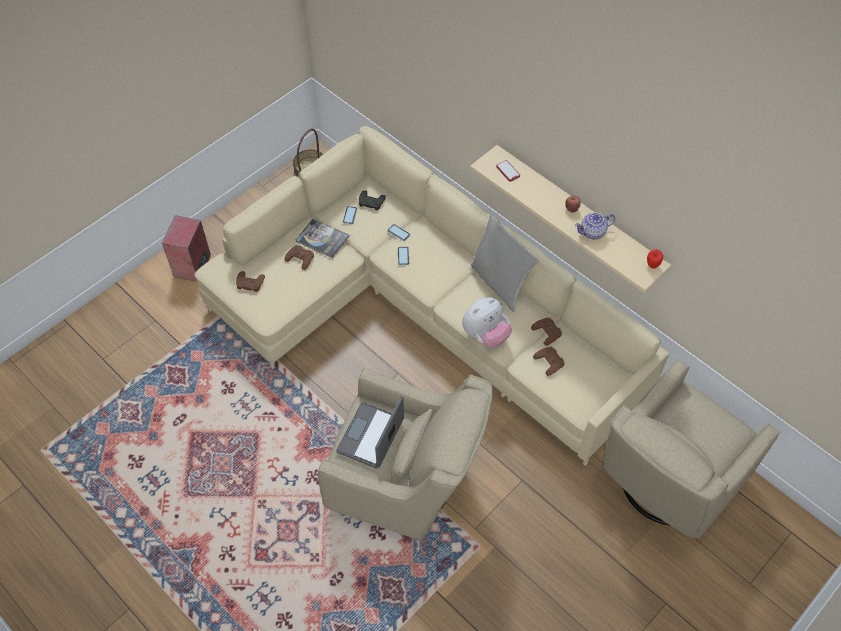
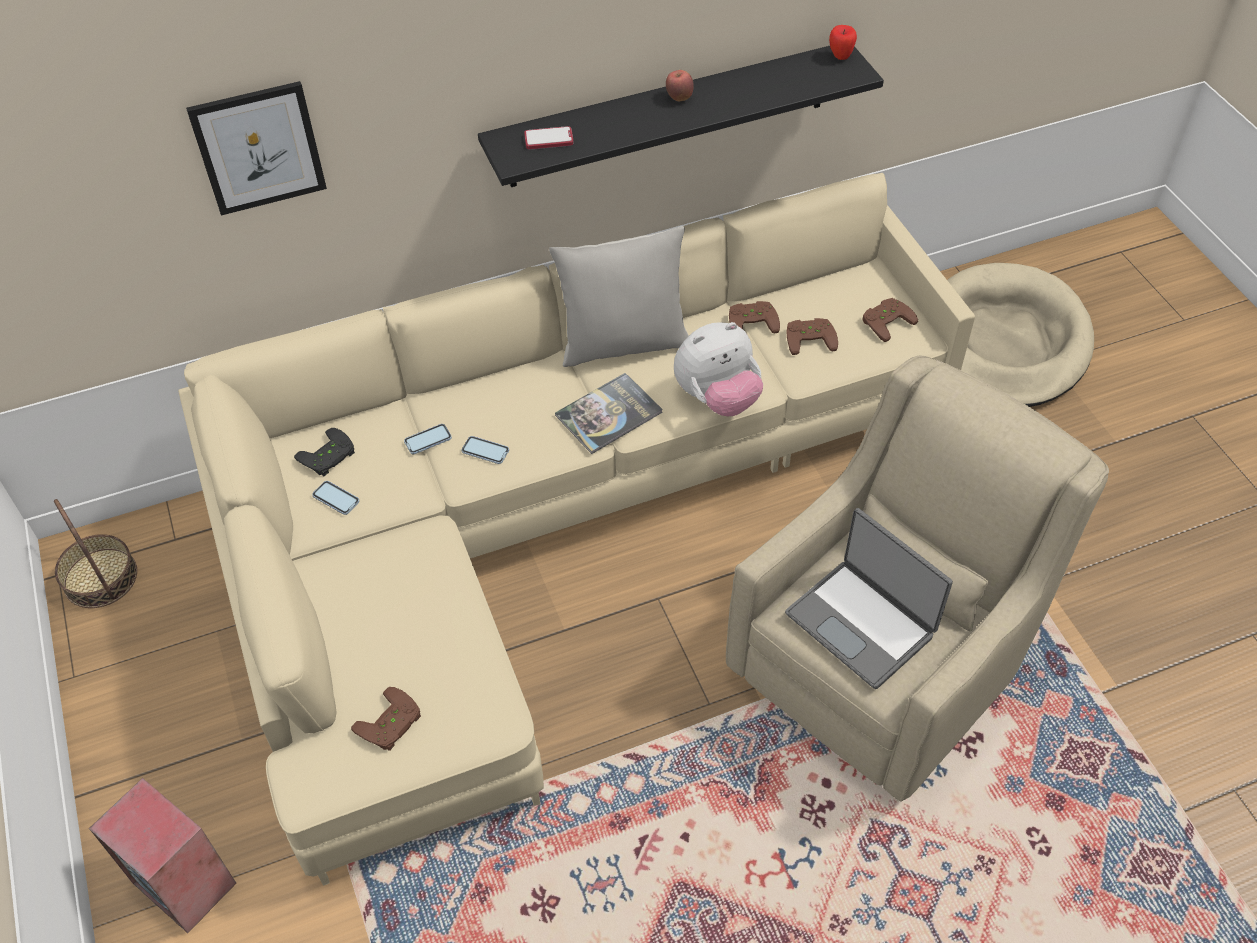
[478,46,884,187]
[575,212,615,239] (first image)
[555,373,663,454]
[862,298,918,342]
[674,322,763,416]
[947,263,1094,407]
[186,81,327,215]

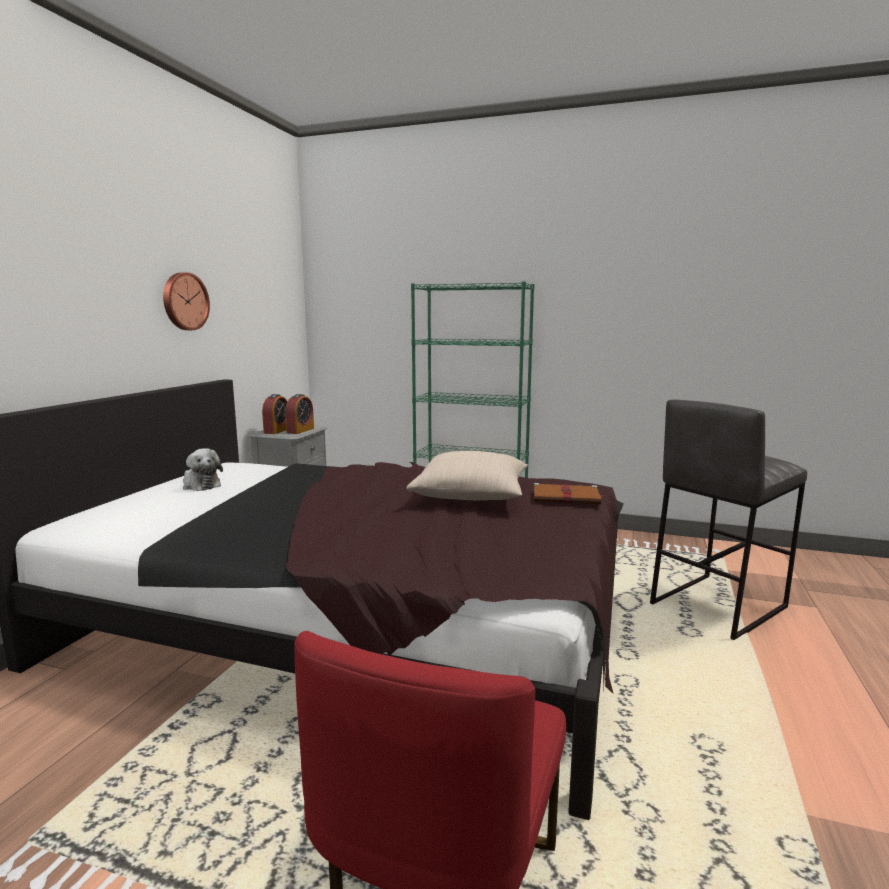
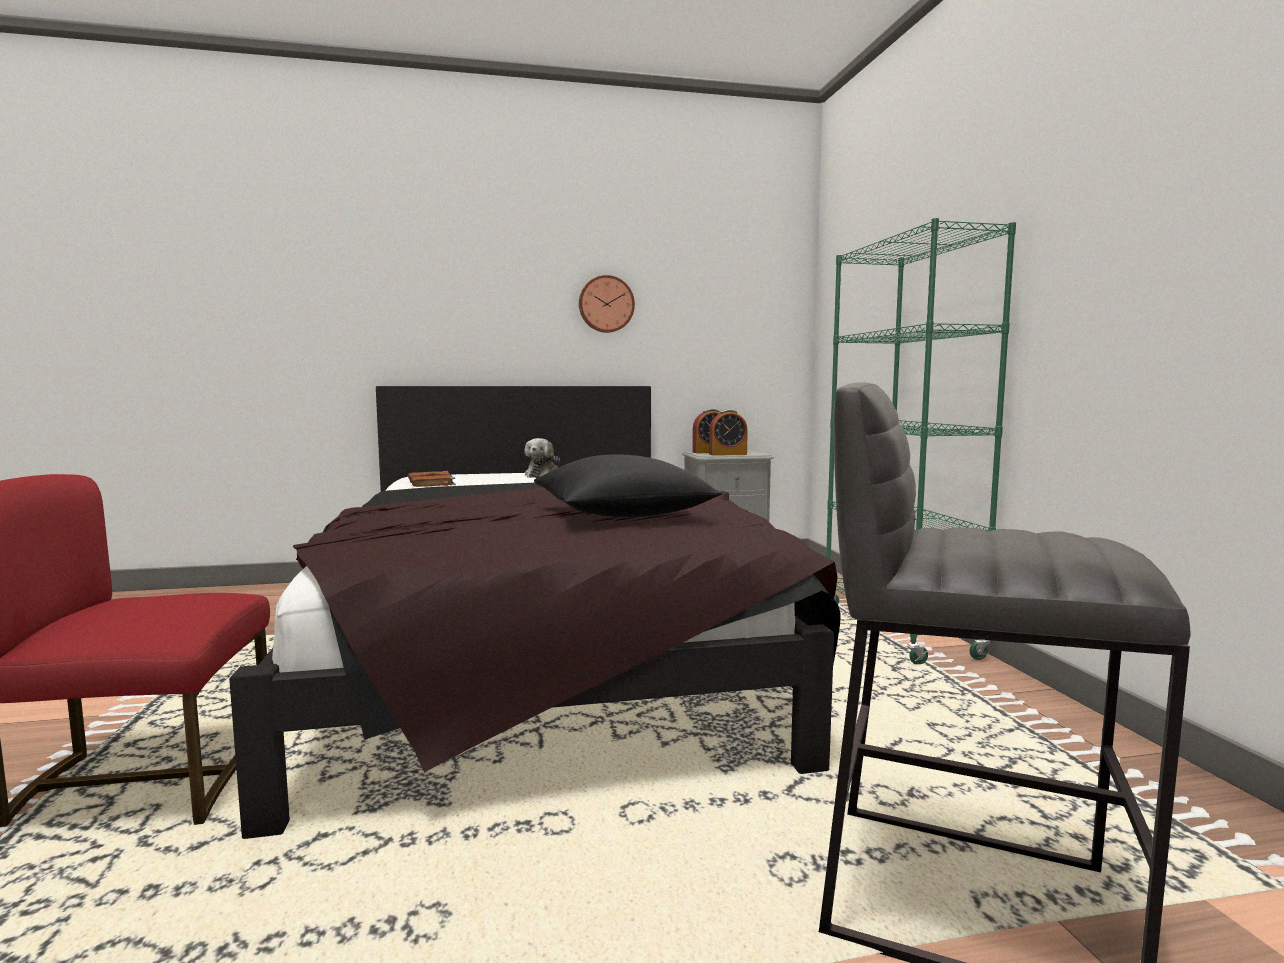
[534,454,722,517]
[408,471,456,487]

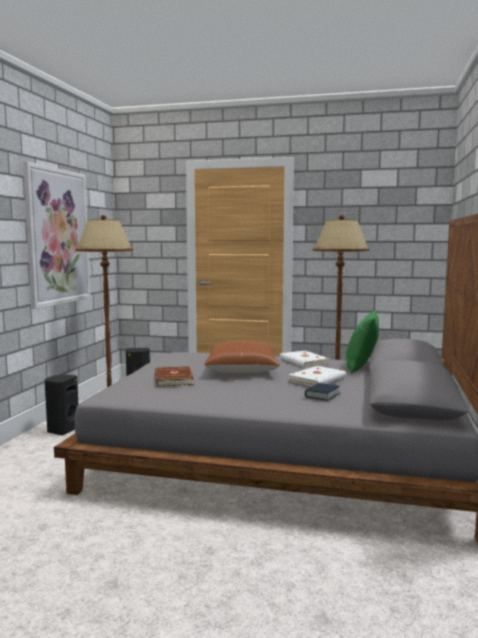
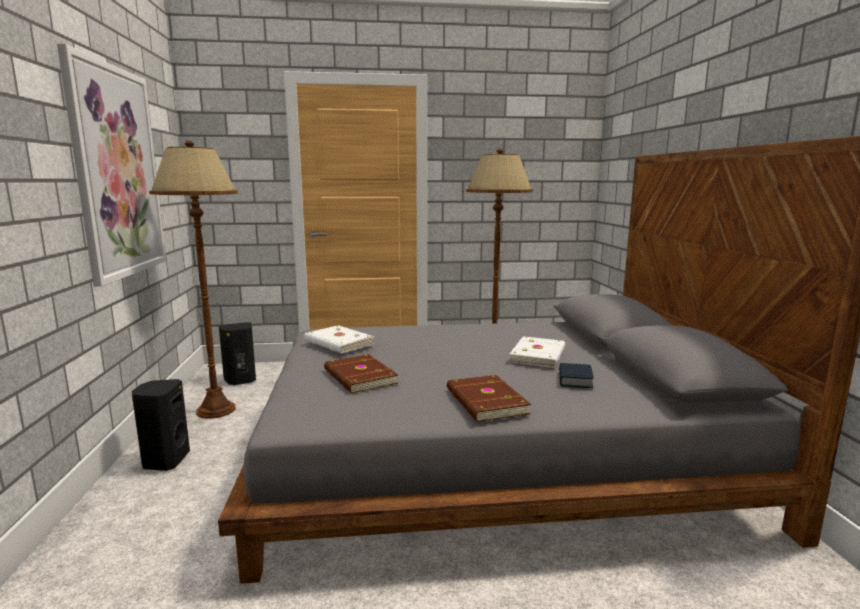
[346,310,379,373] (first image)
[204,340,280,373] (first image)
[304,325,374,353]
[447,375,531,422]

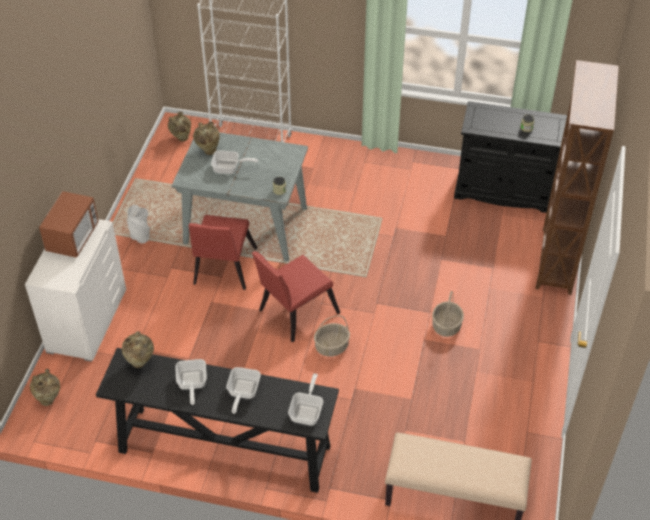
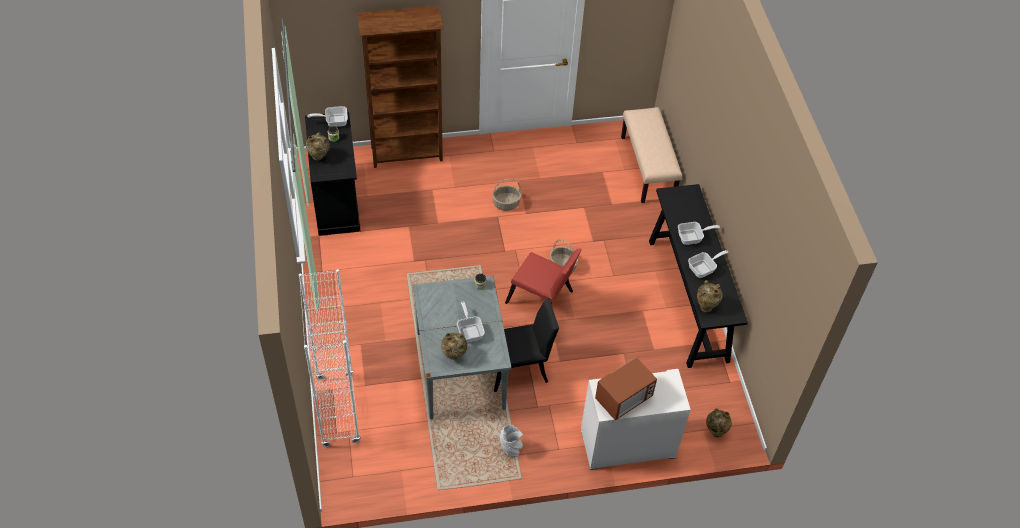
[306,133,330,161]
[595,357,657,420]
[494,298,559,392]
[308,106,348,127]

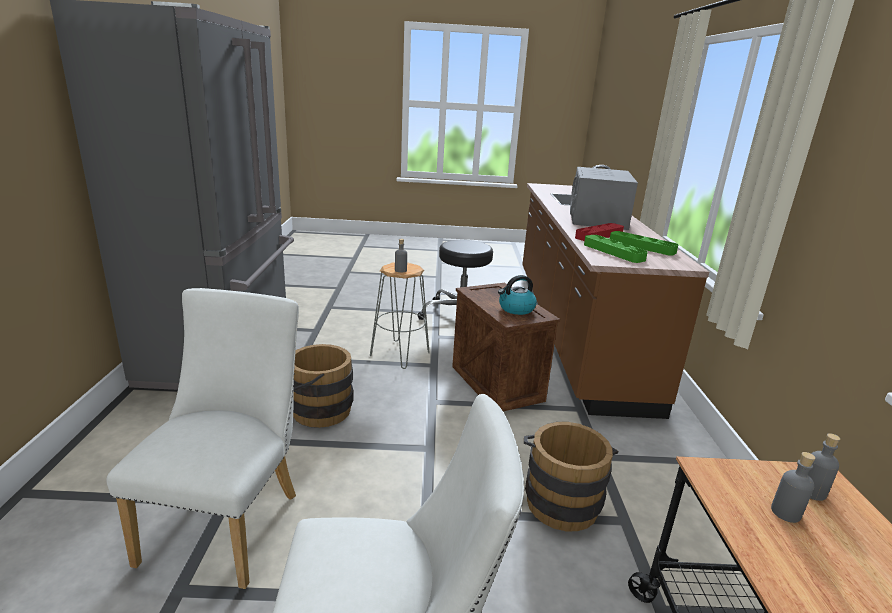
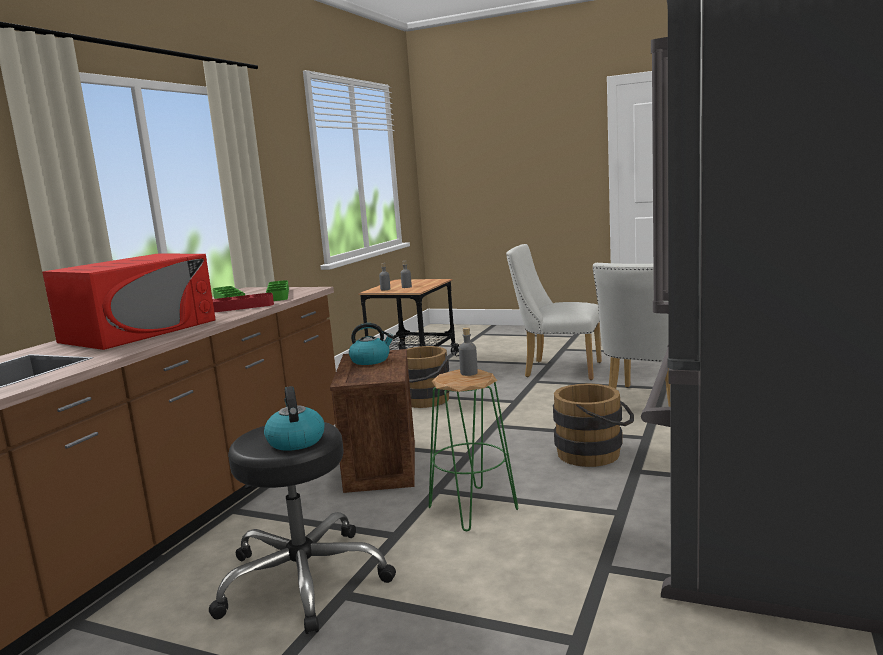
[42,254,216,350]
[429,369,518,531]
[264,386,324,451]

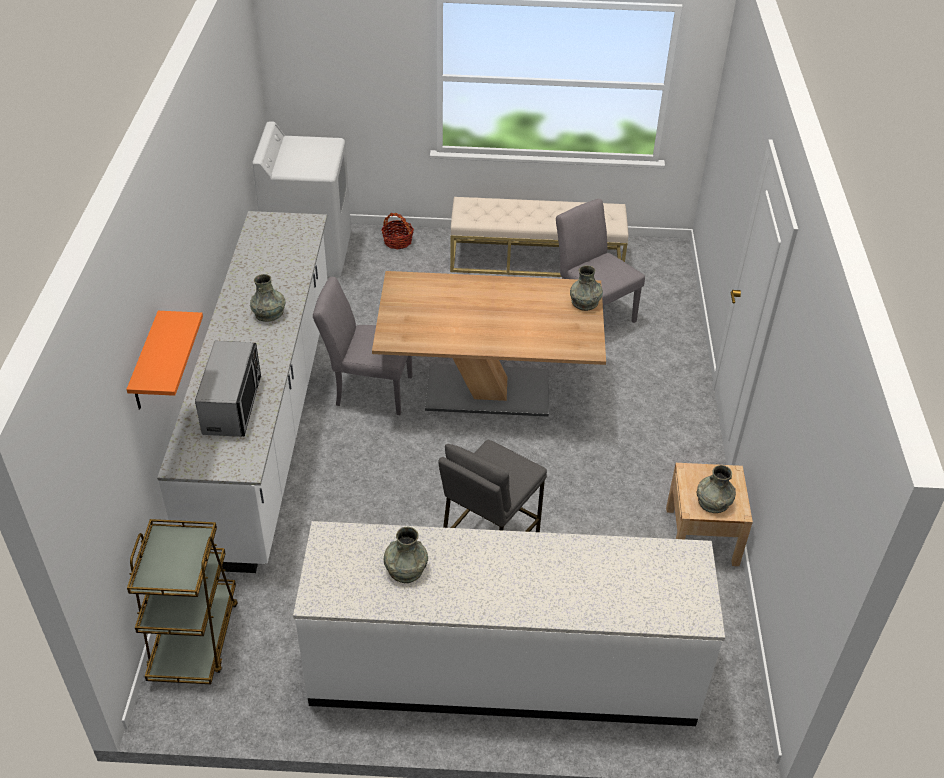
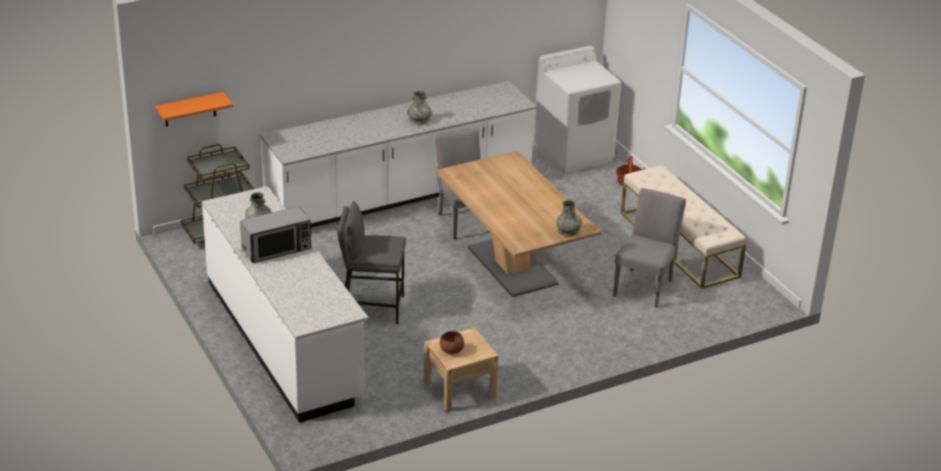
[155,92,233,127]
[240,206,311,263]
[440,331,464,354]

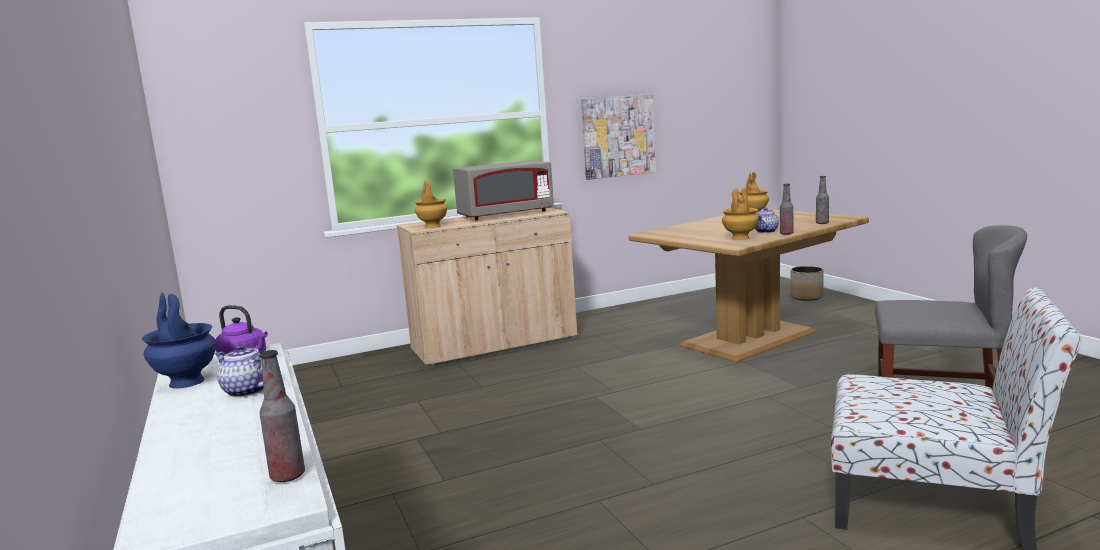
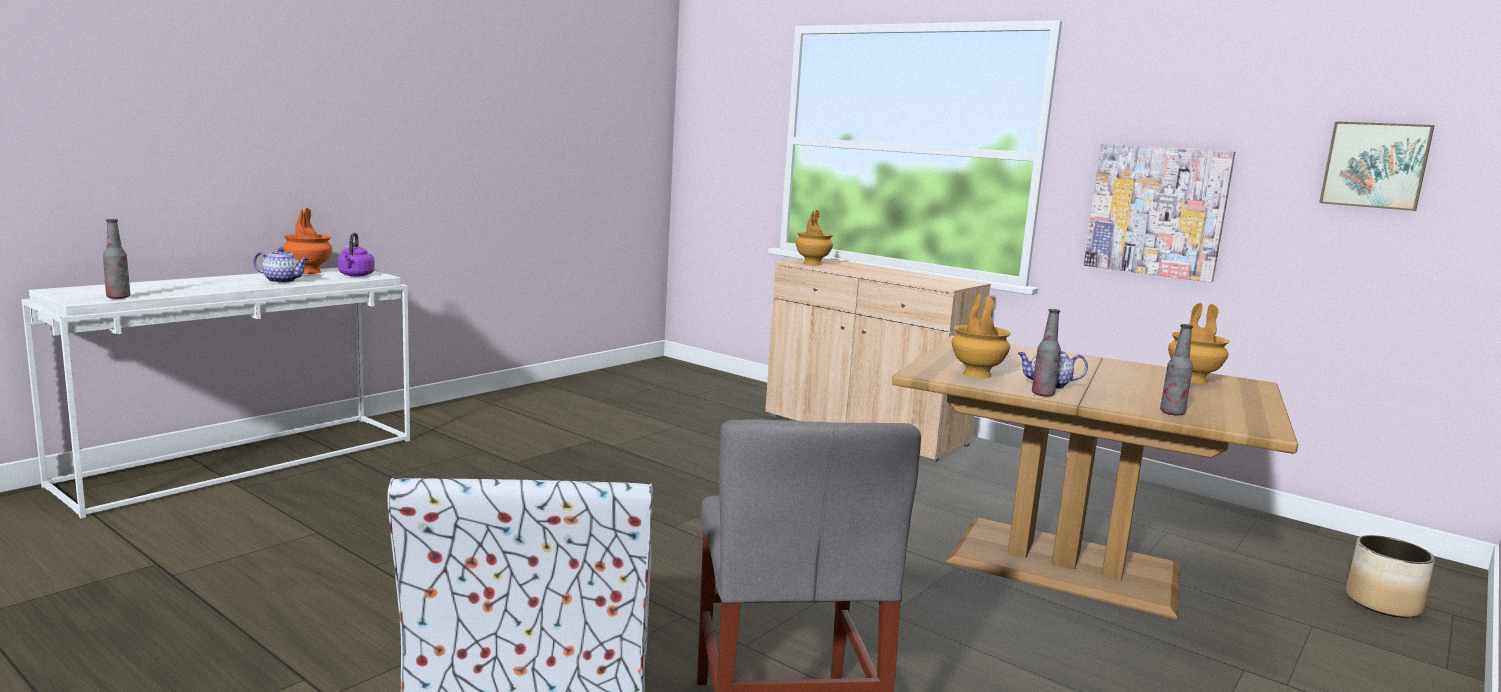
[453,160,554,220] (first image)
[283,208,333,274]
[253,247,309,283]
[1319,121,1435,211]

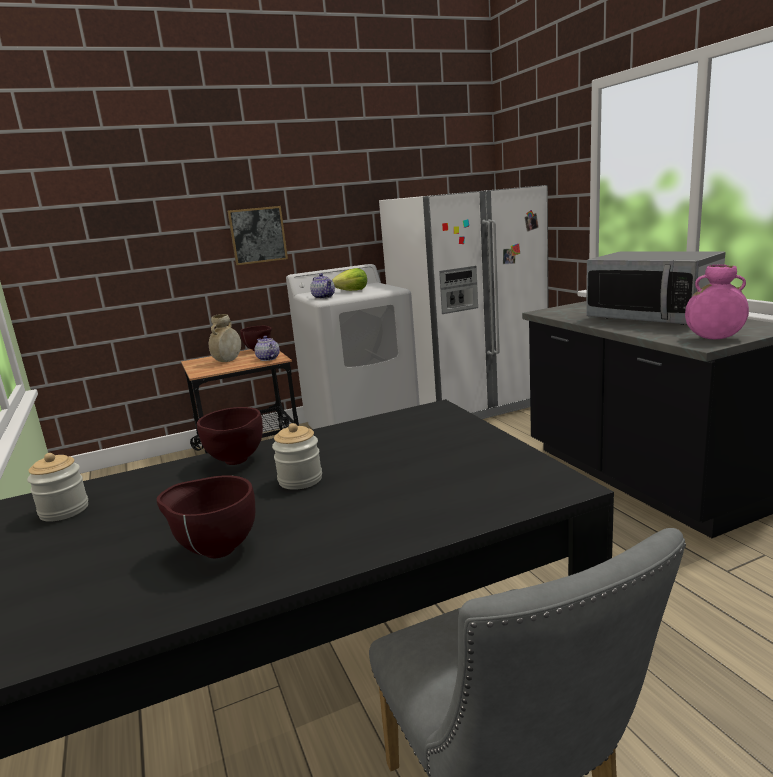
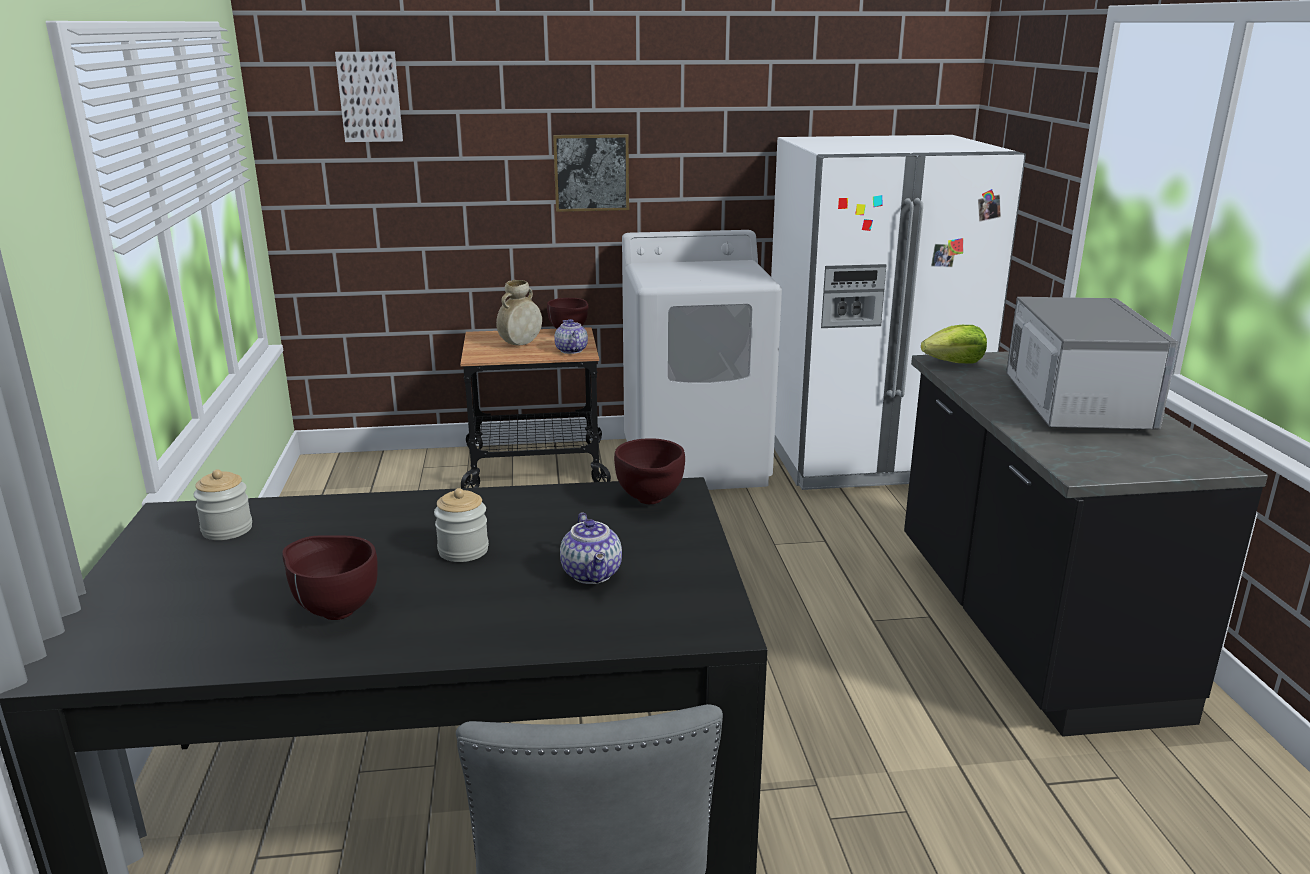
[1006,297,1179,430]
[685,264,749,339] (first image)
[921,325,987,363]
[560,513,622,584]
[614,438,685,504]
[335,52,403,142]

